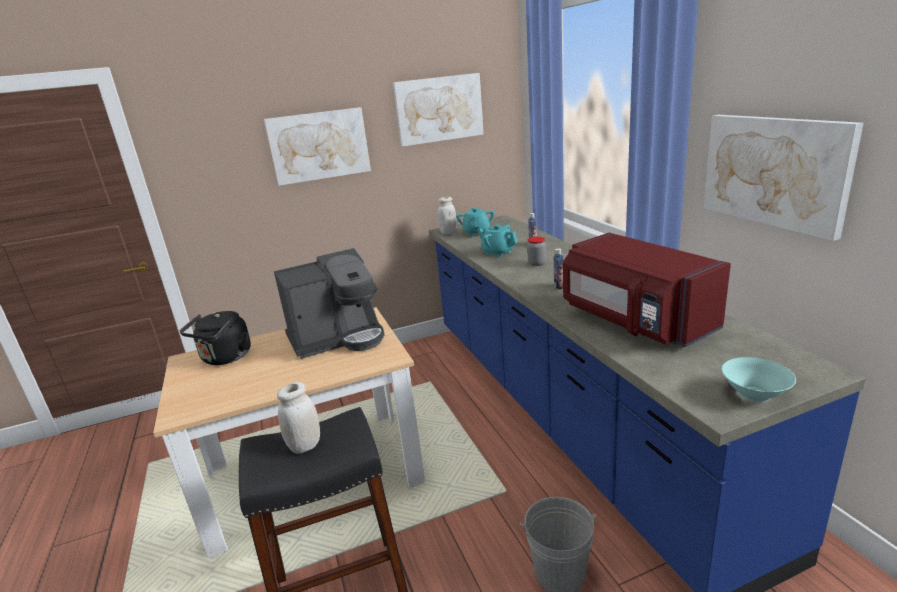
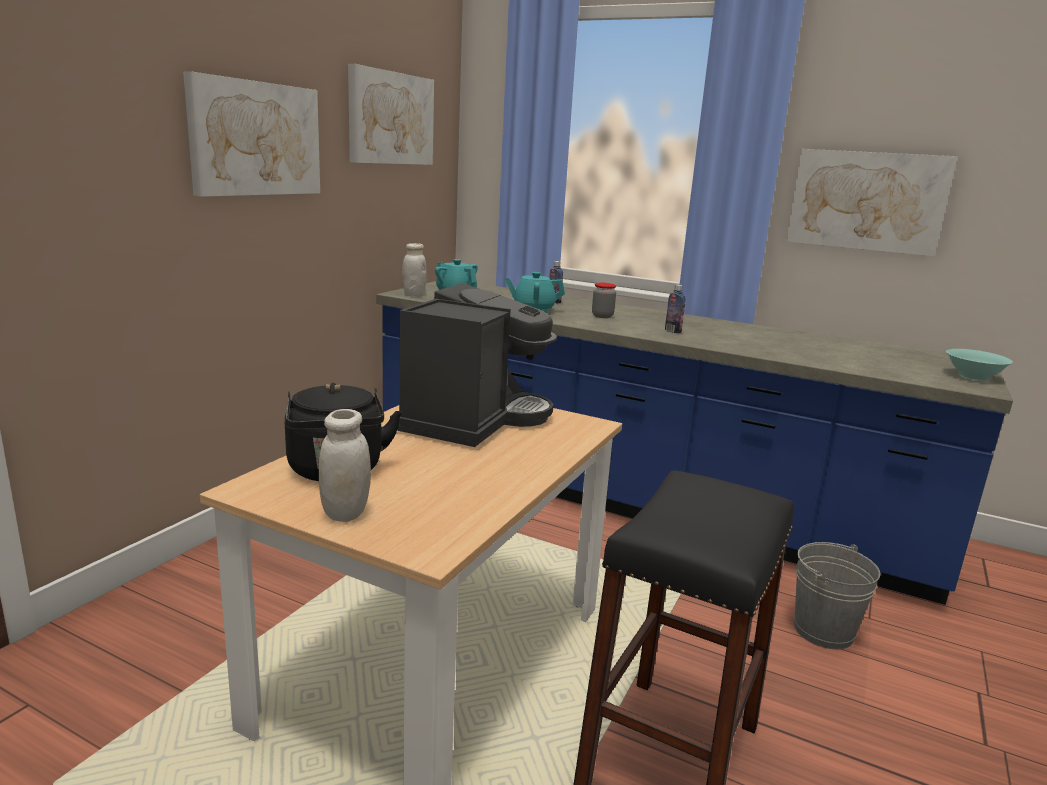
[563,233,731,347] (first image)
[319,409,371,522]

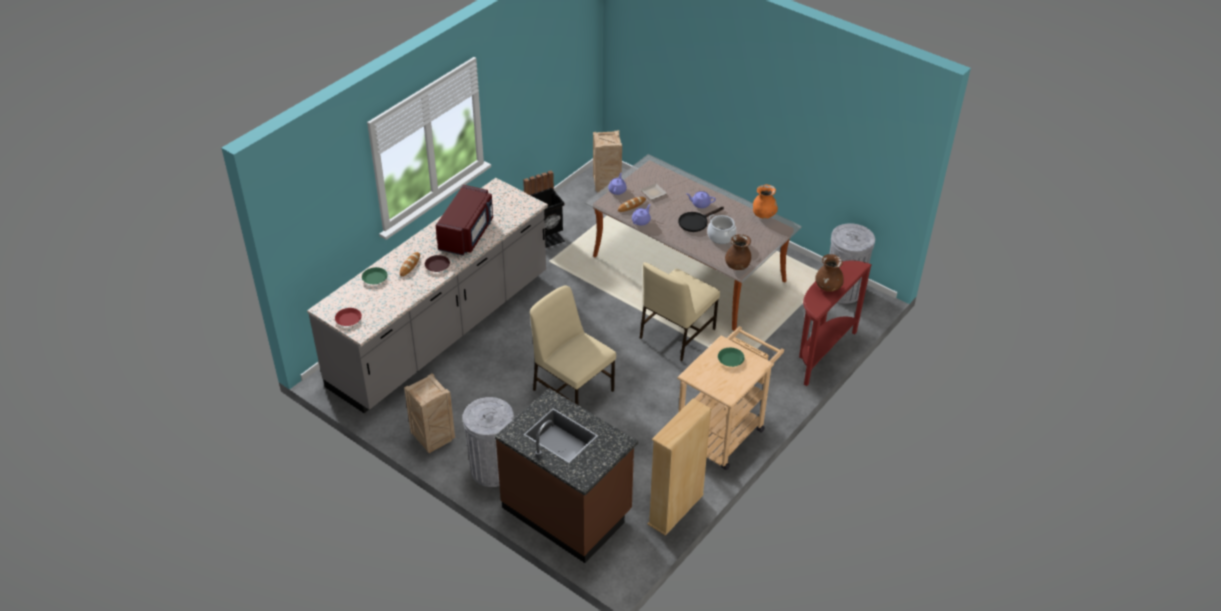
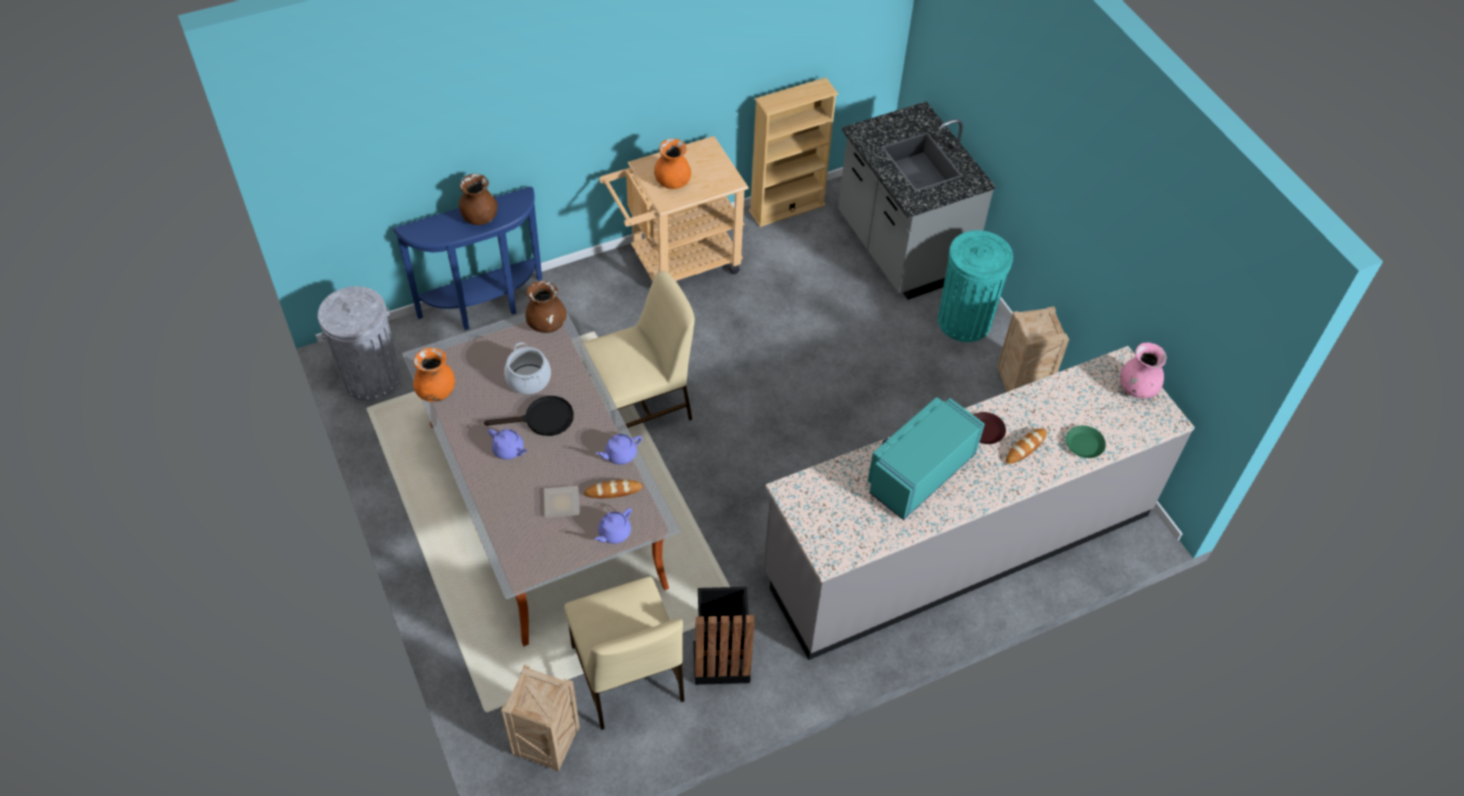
[868,397,985,520]
[393,187,542,330]
[564,577,684,730]
[1120,342,1167,399]
[654,139,691,189]
[838,102,995,300]
[938,230,1013,342]

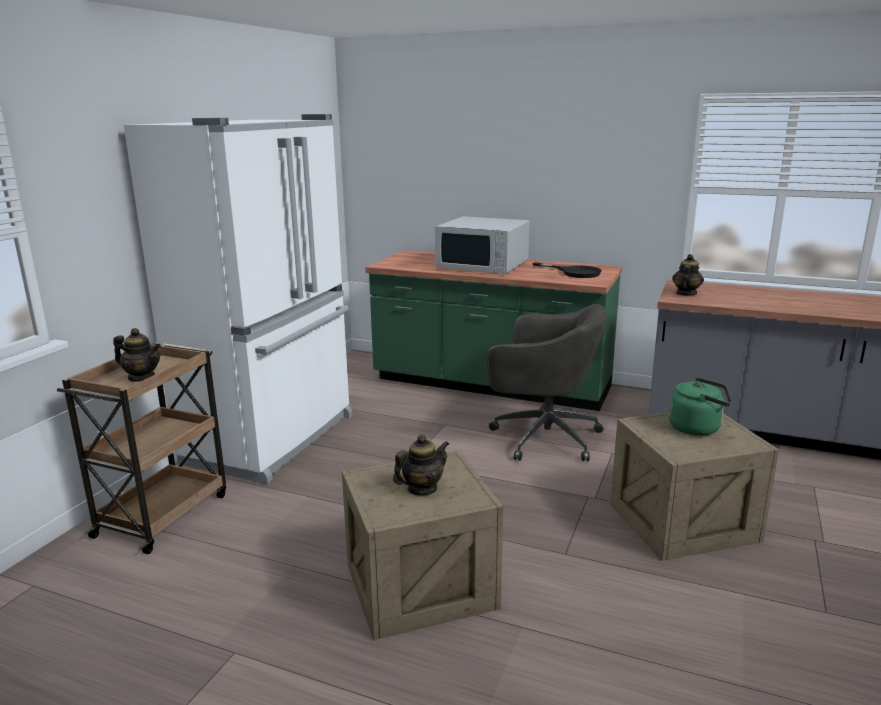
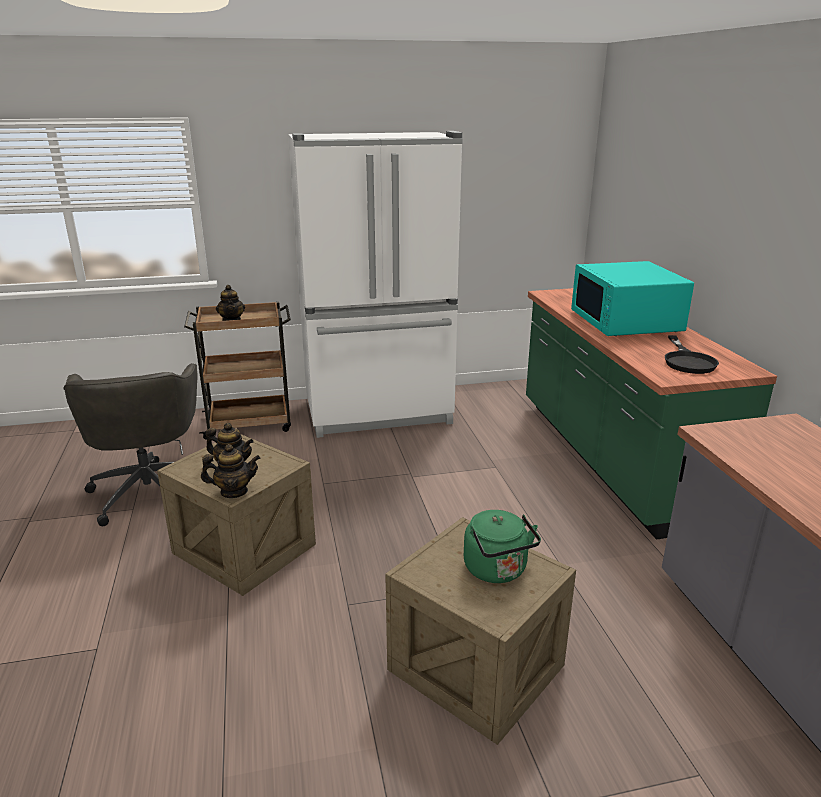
[571,261,694,336]
[201,444,260,498]
[63,363,197,526]

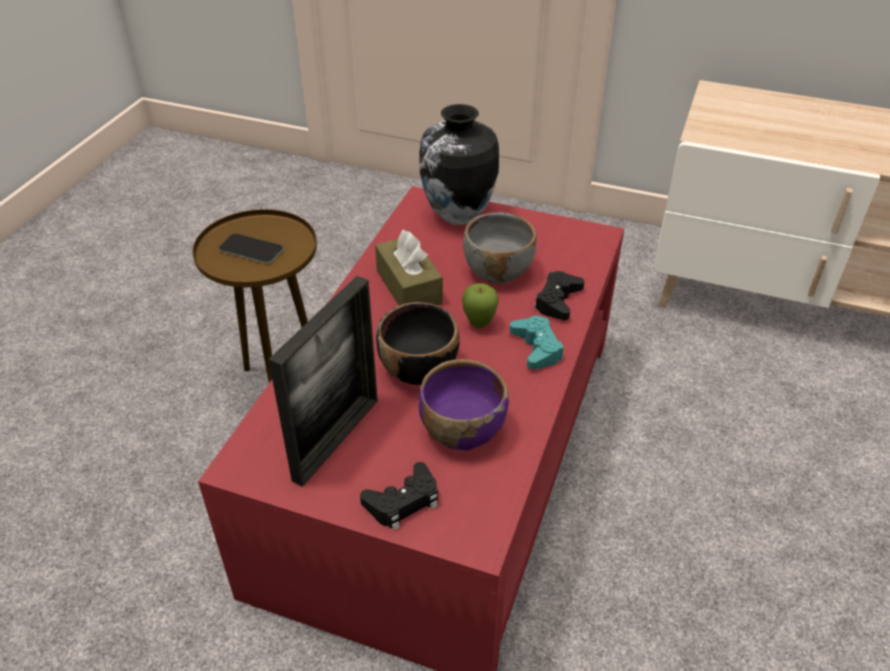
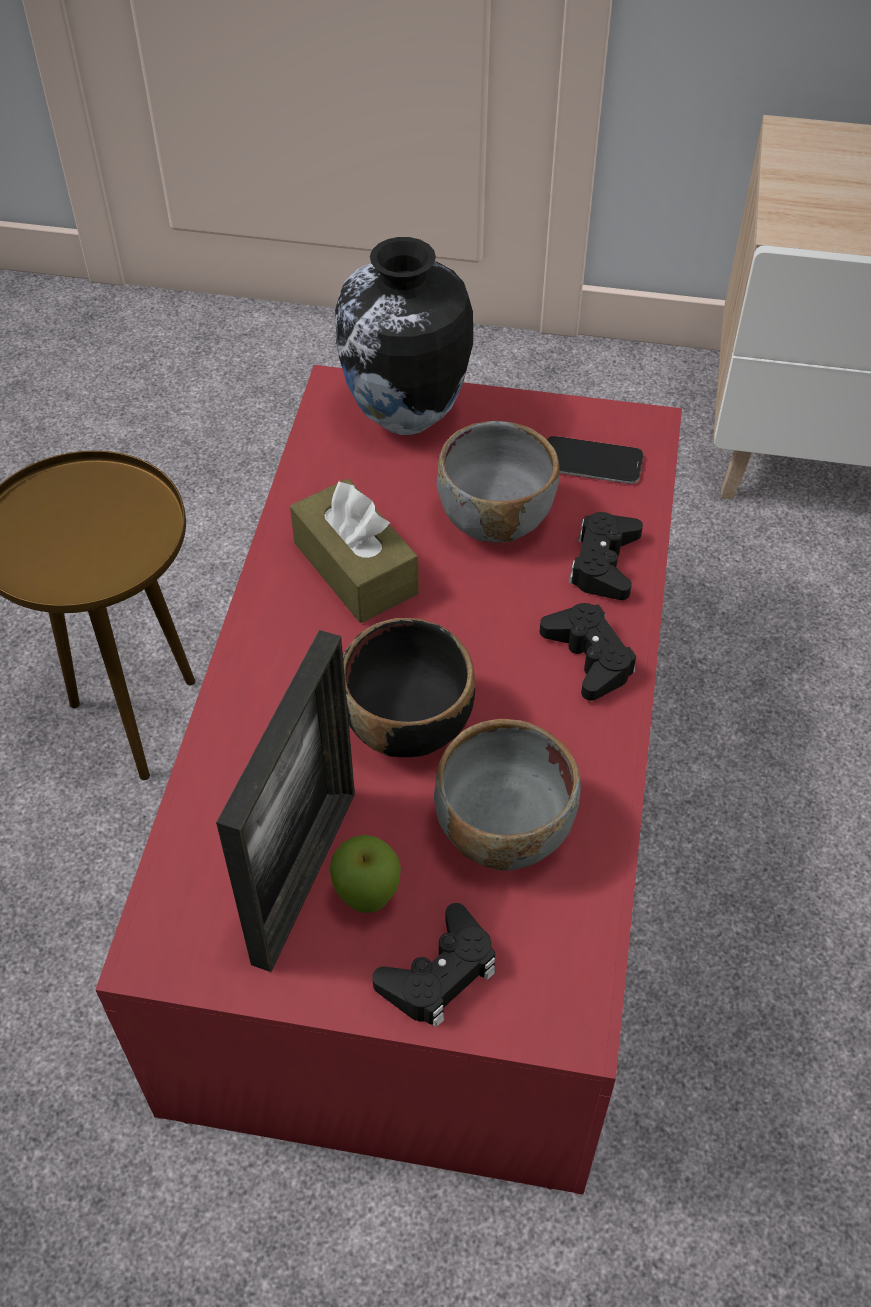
[547,436,643,484]
[330,835,401,913]
[540,603,637,701]
[434,719,581,871]

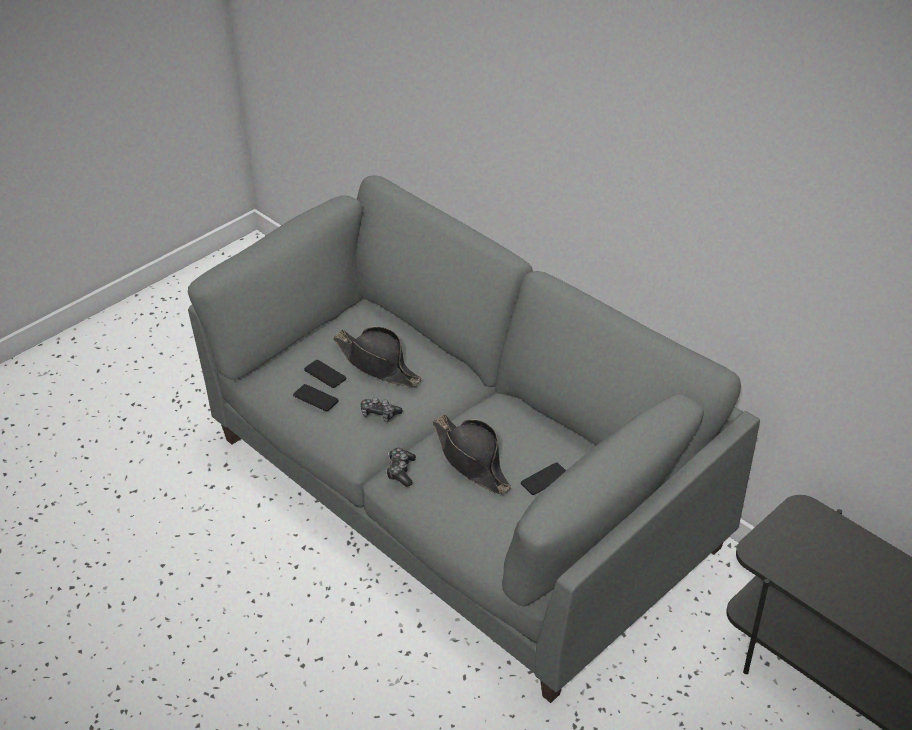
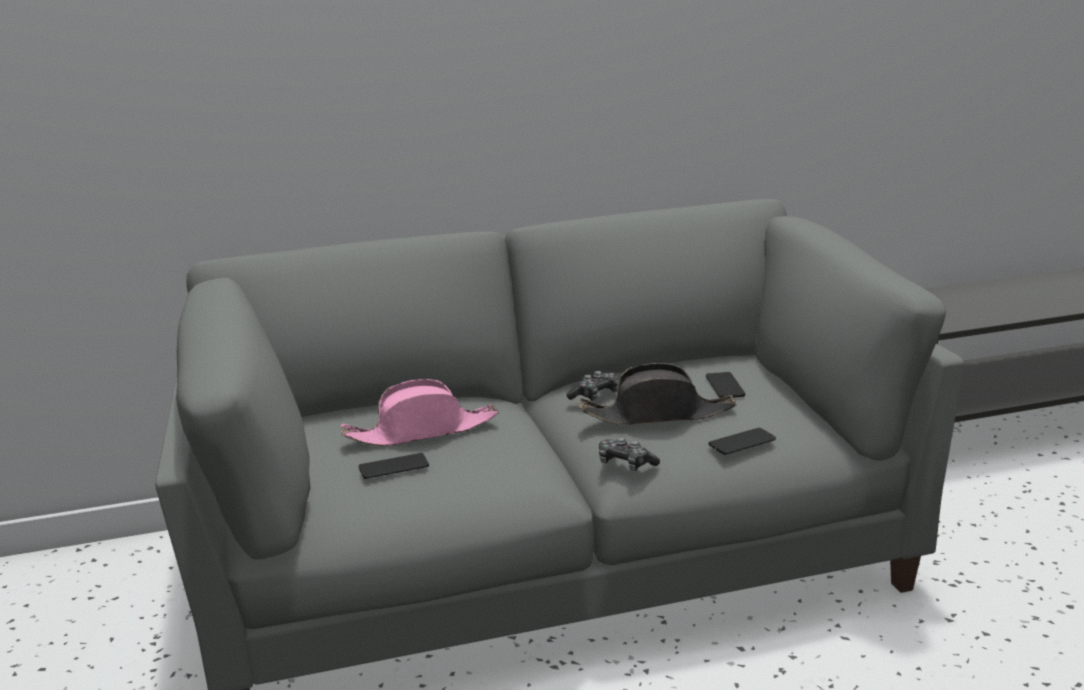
[340,379,499,446]
[708,428,776,455]
[566,371,619,401]

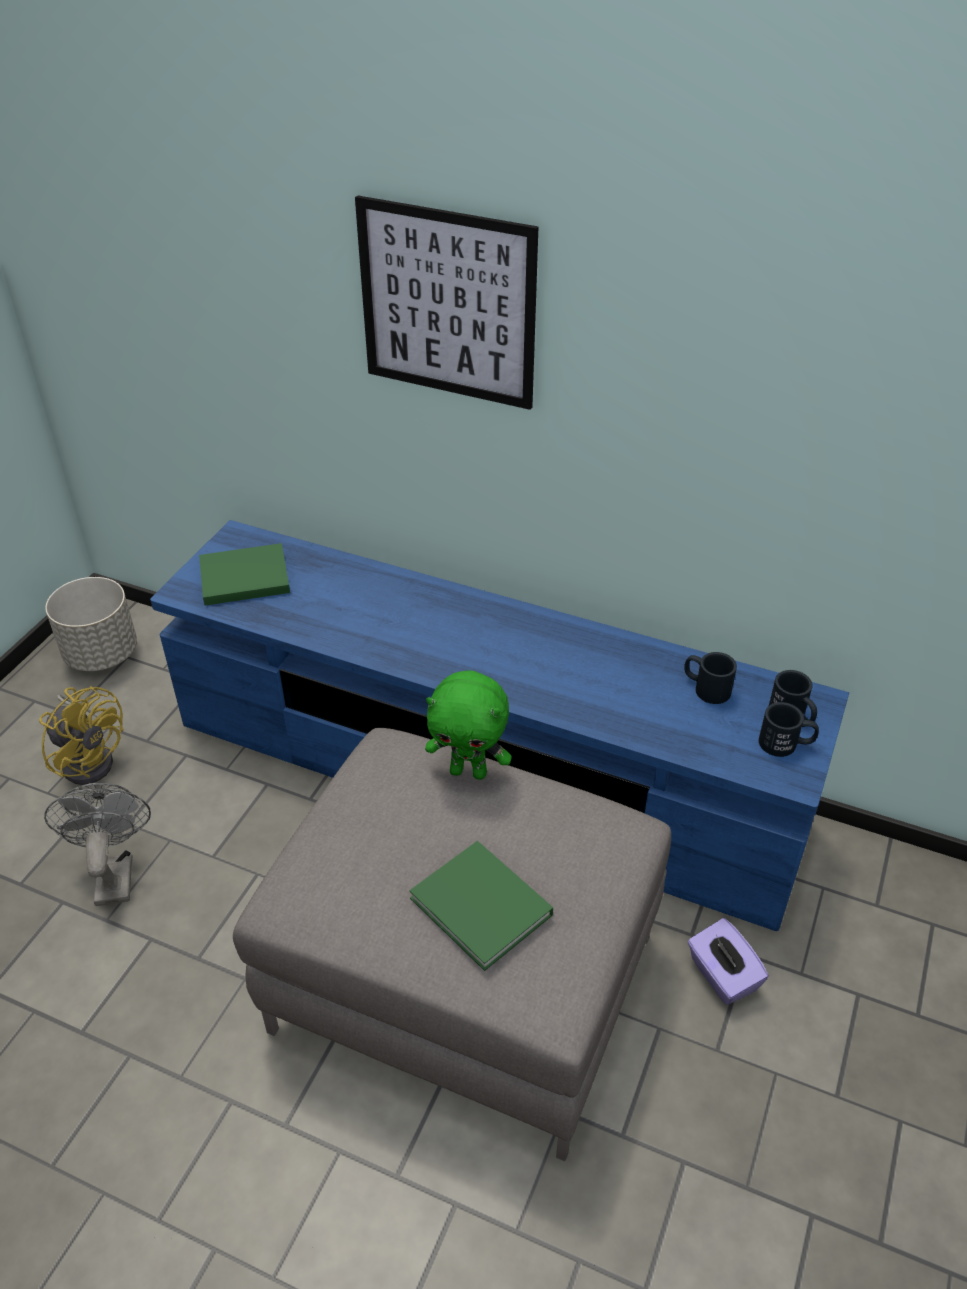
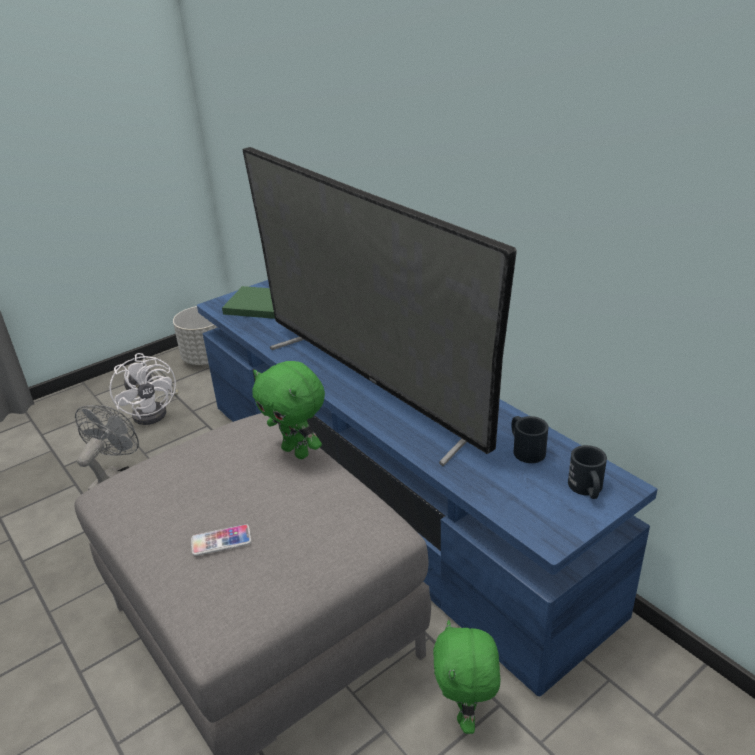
[355,195,538,410] (first image)
[109,353,178,425]
[759,702,819,757] (first image)
[191,524,251,556]
[433,620,501,734]
[243,147,517,466]

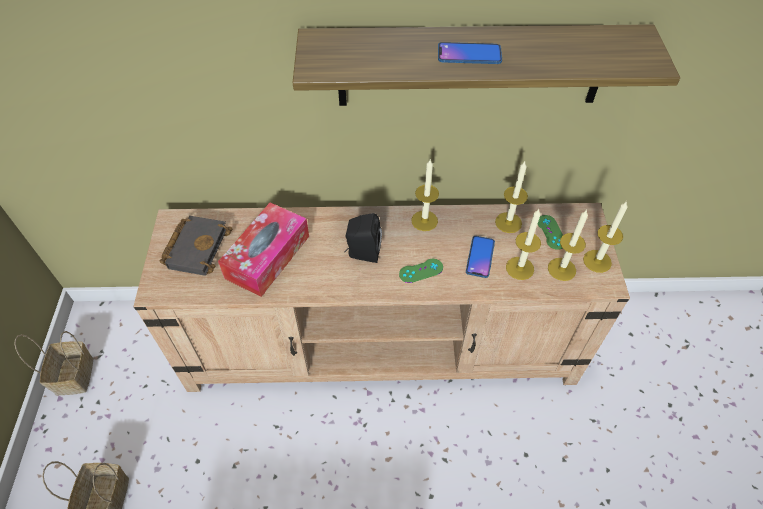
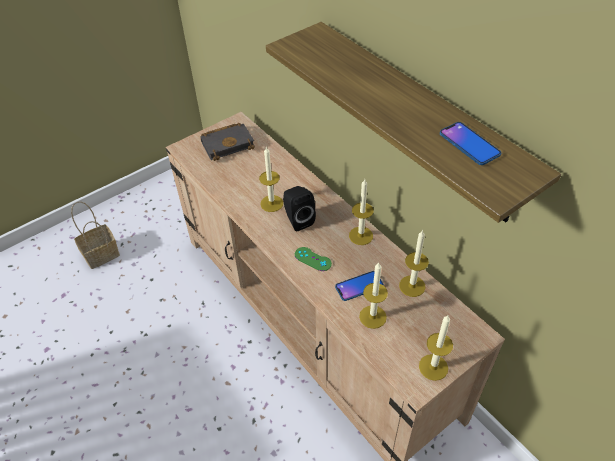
[440,122,501,165]
[218,203,309,297] (first image)
[259,147,283,212]
[538,215,563,250] (first image)
[14,331,93,395] (first image)

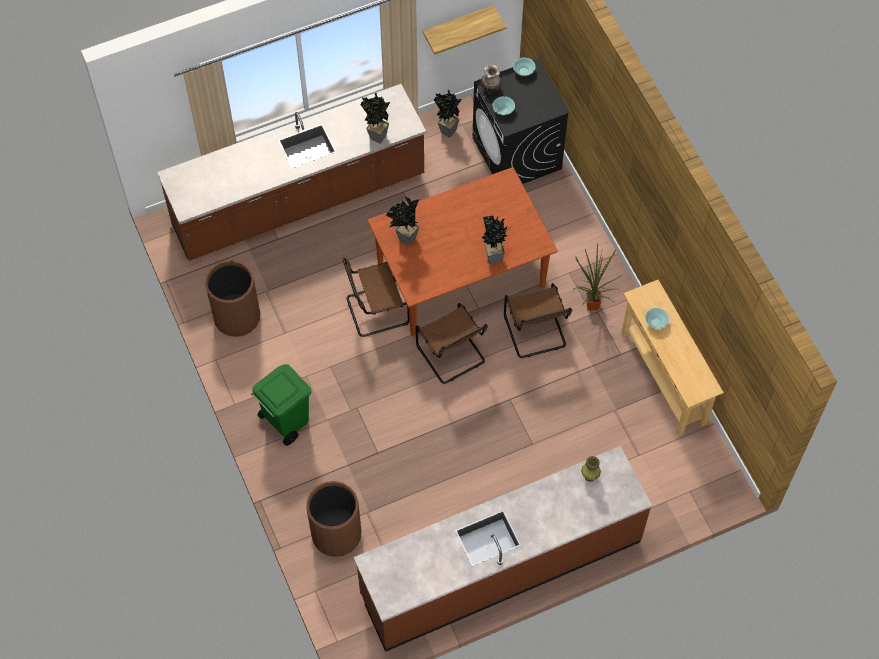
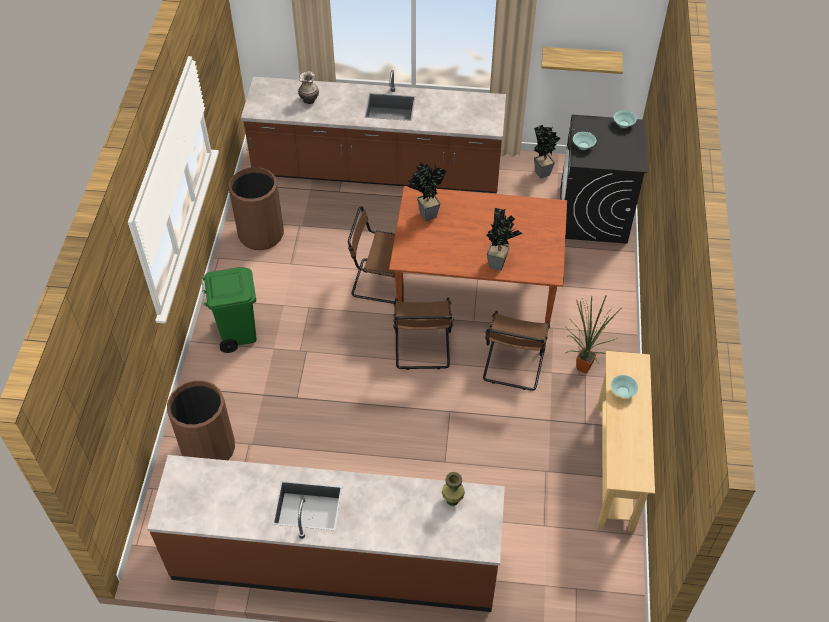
[298,71,319,104]
[360,93,390,144] (first image)

